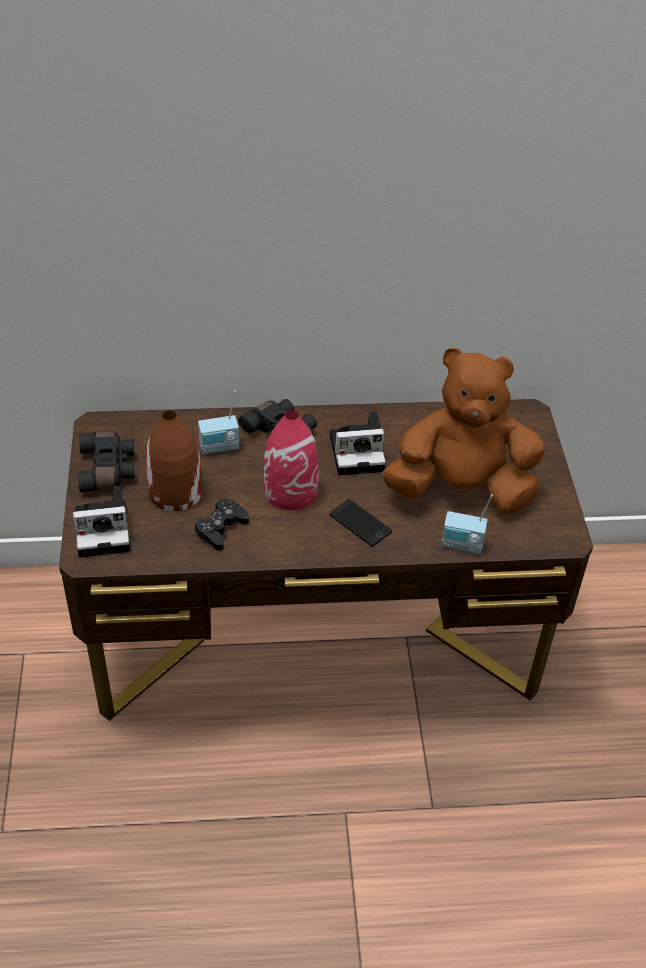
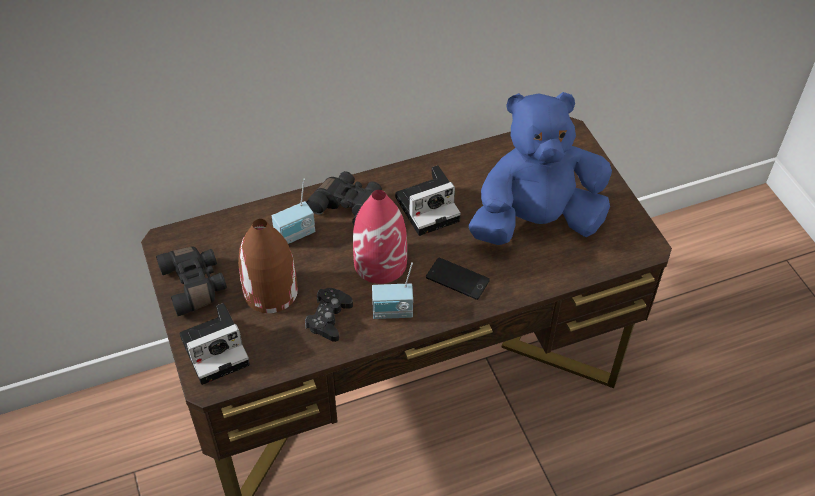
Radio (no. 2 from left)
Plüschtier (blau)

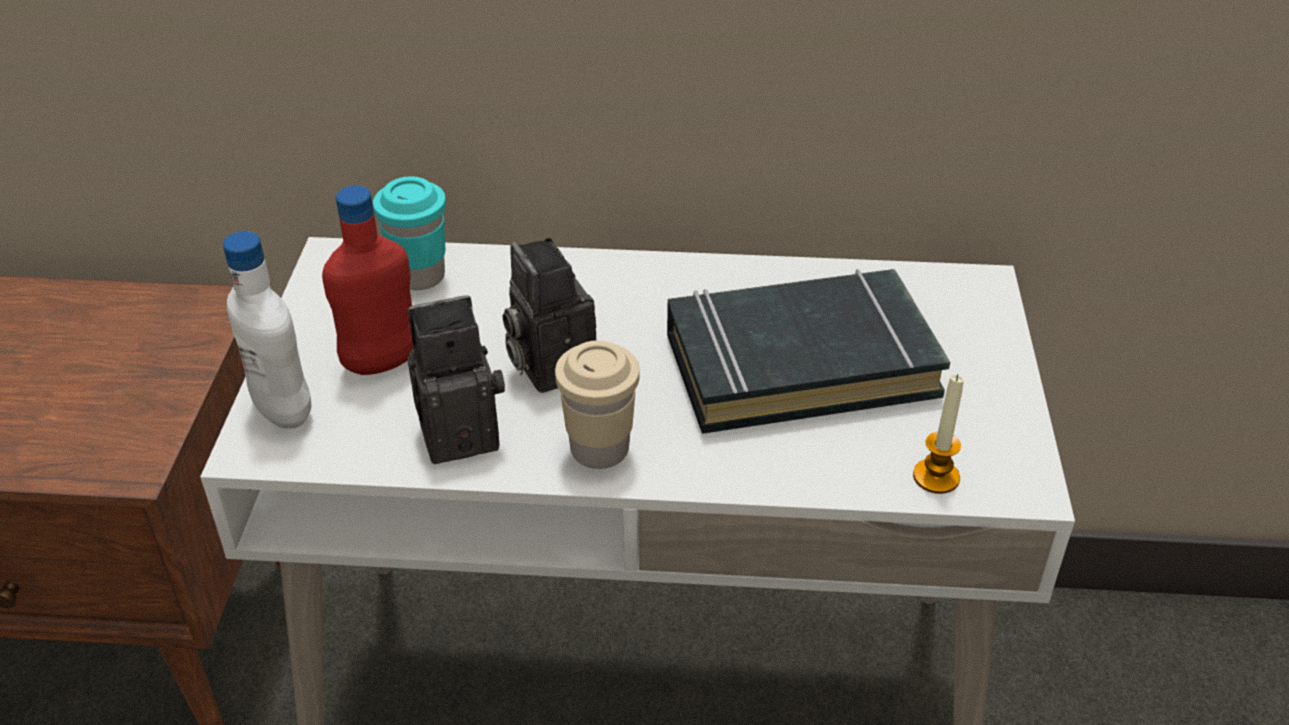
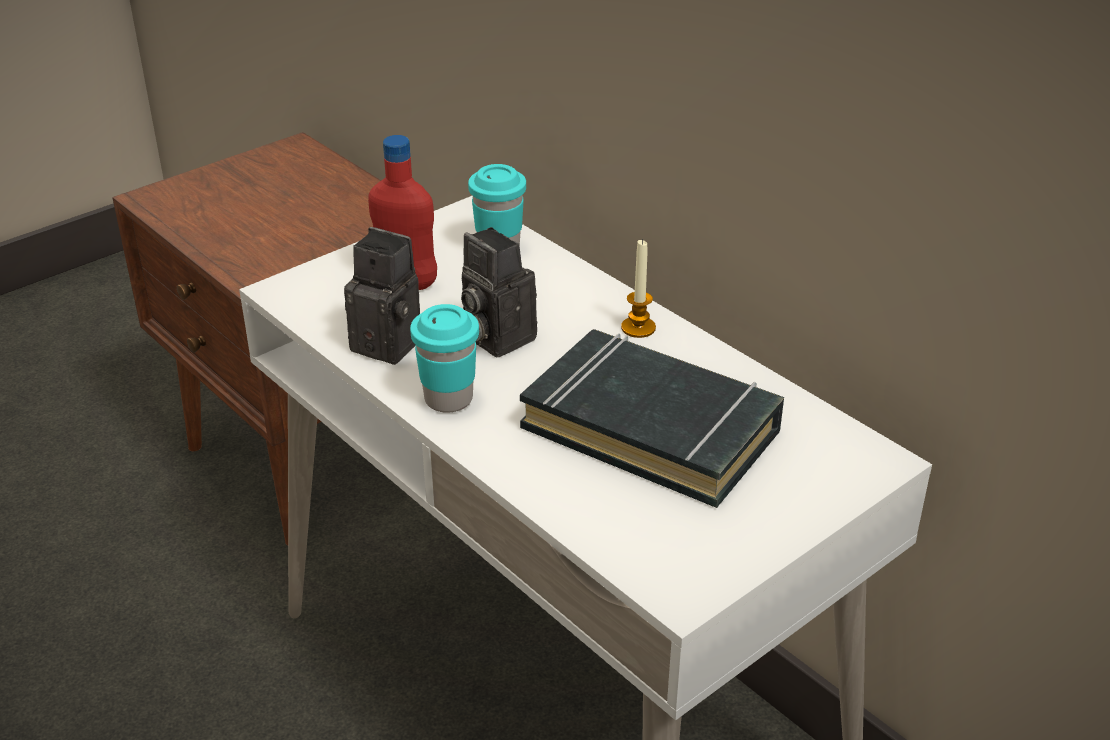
Flasche (weiß)
Kerze
Tasse (türkis) (no. 1 from left)
Kamera (no. 2 from left)

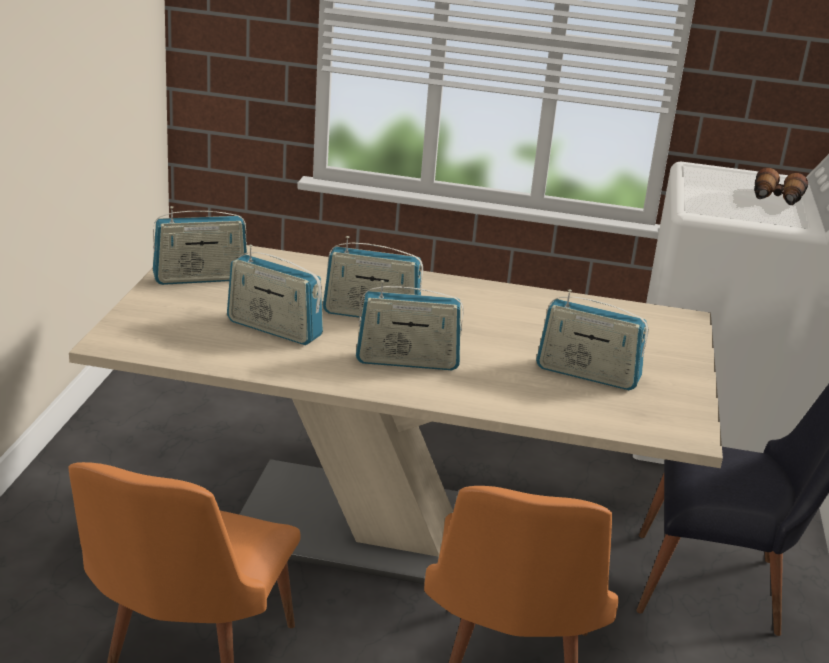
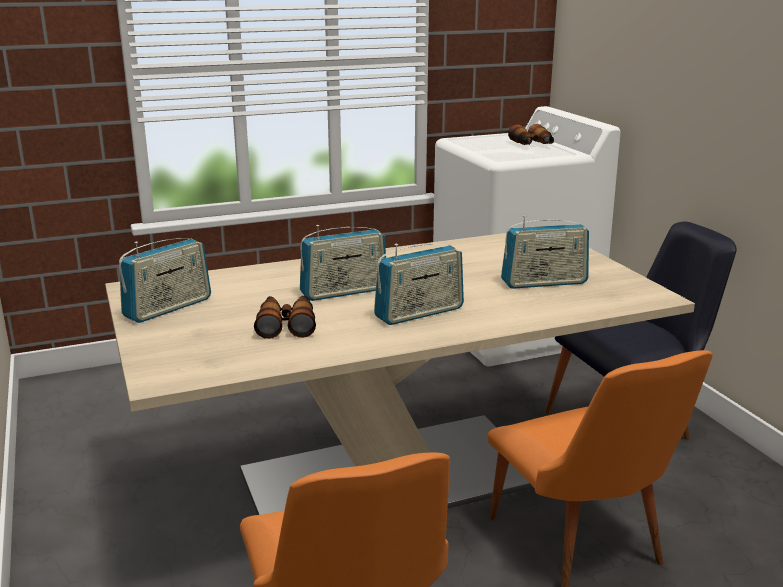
Fernglas (no. 1 from left)

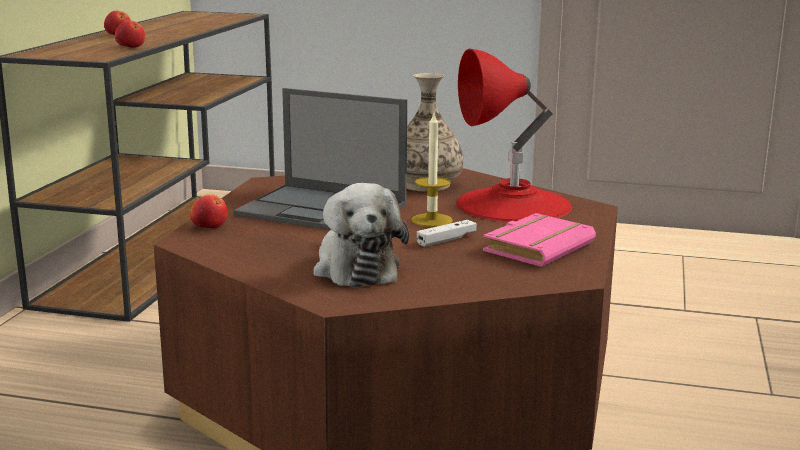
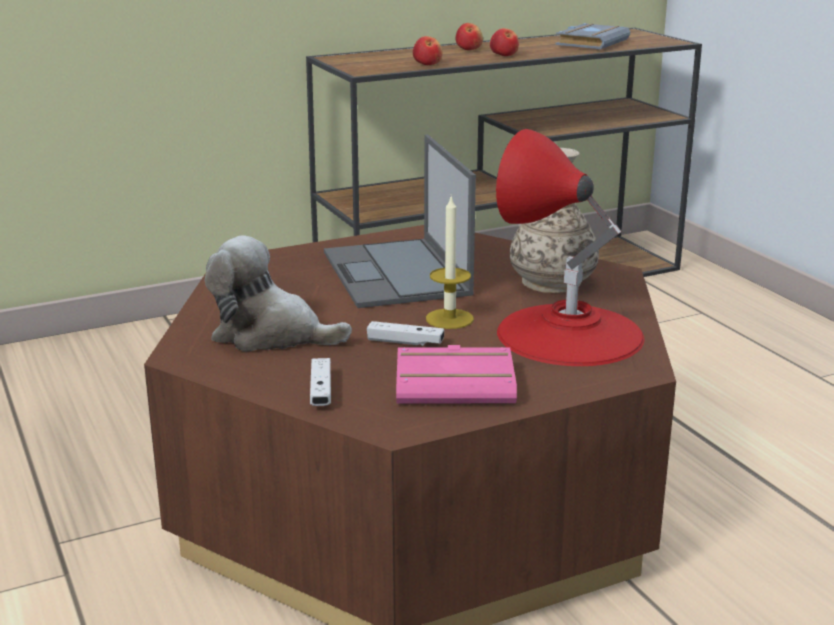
Gamepad (weiß) (no. 1 from left)
Buch (grau)
Apfel (no. 3 from left)
Plüschtier

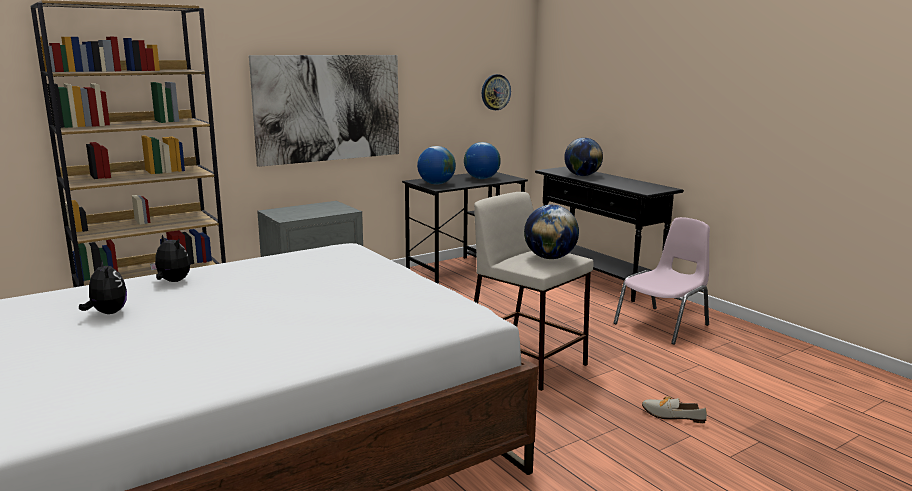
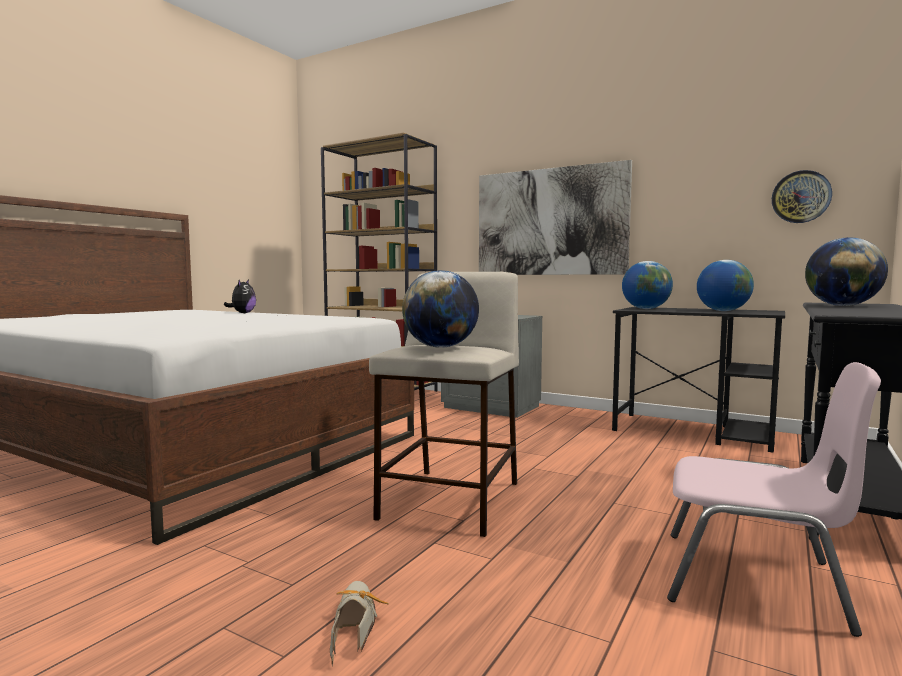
Plüschtier (no. 1 from left in the first image)

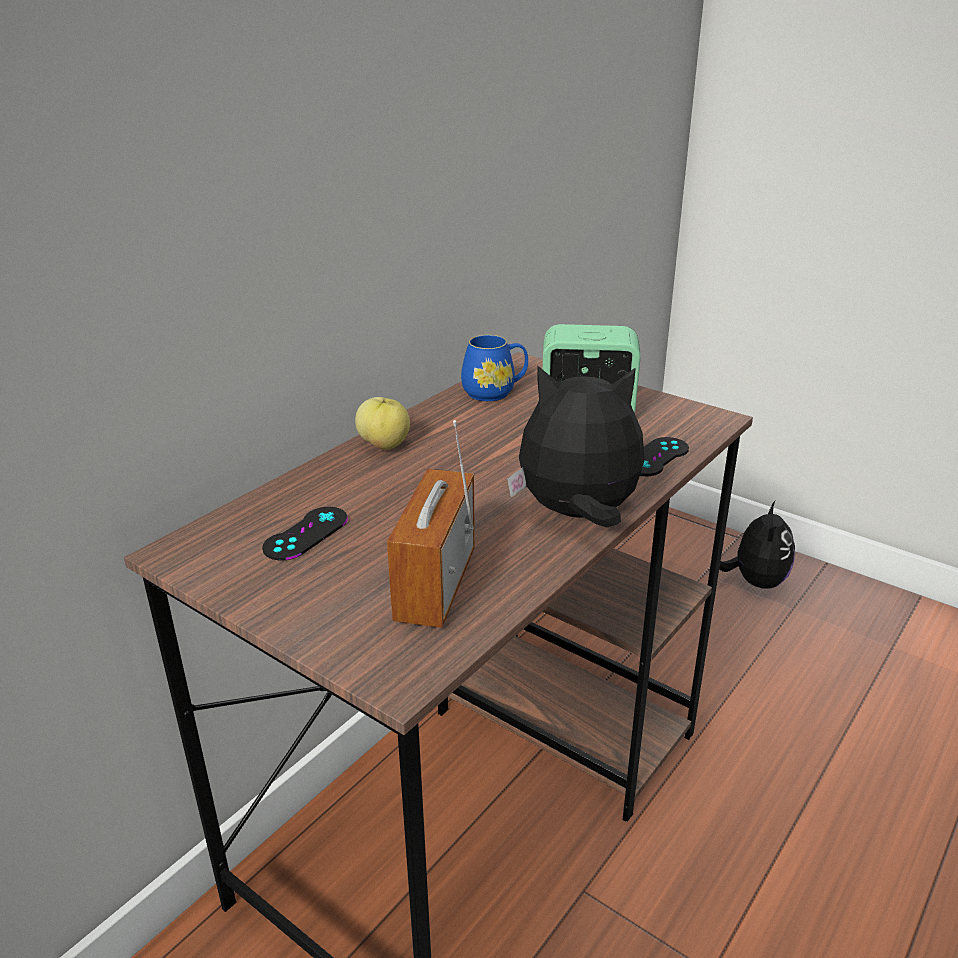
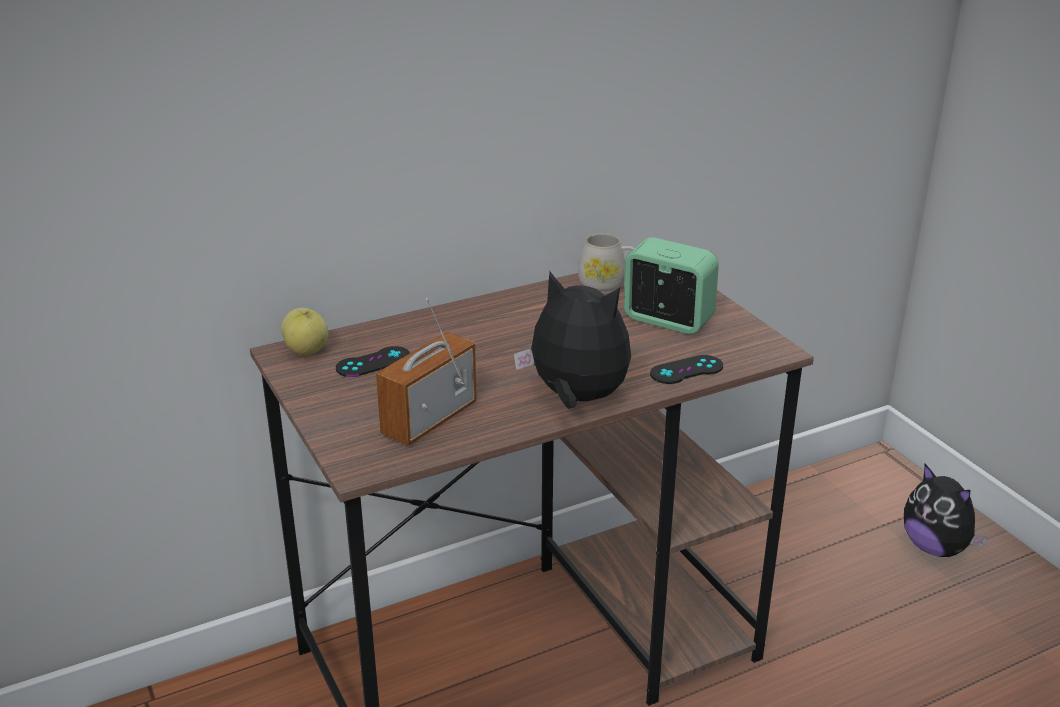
Apfel
Henkelbecher (weiß)
Plüschtier (no. 2 from left)

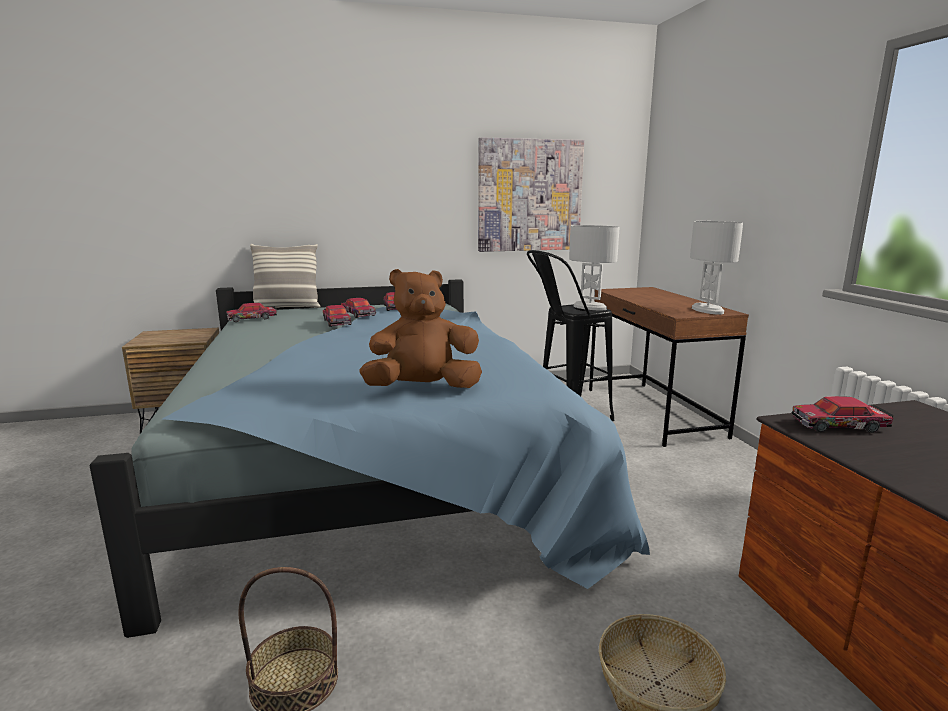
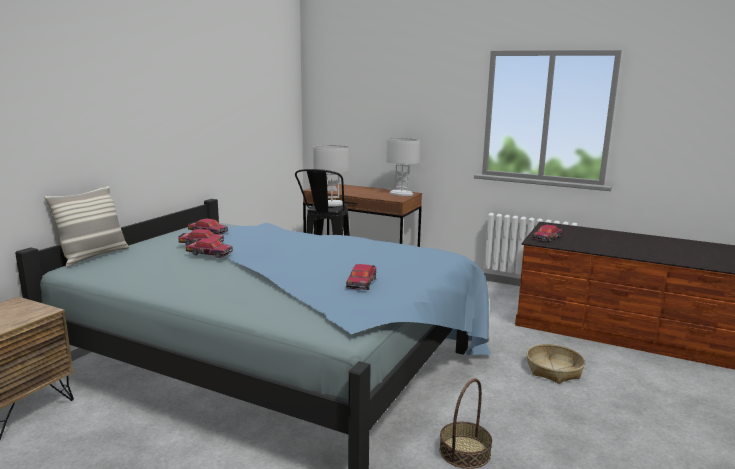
Plüschtier (braun)
Bild
Spielzeugauto (no. 4 from left)

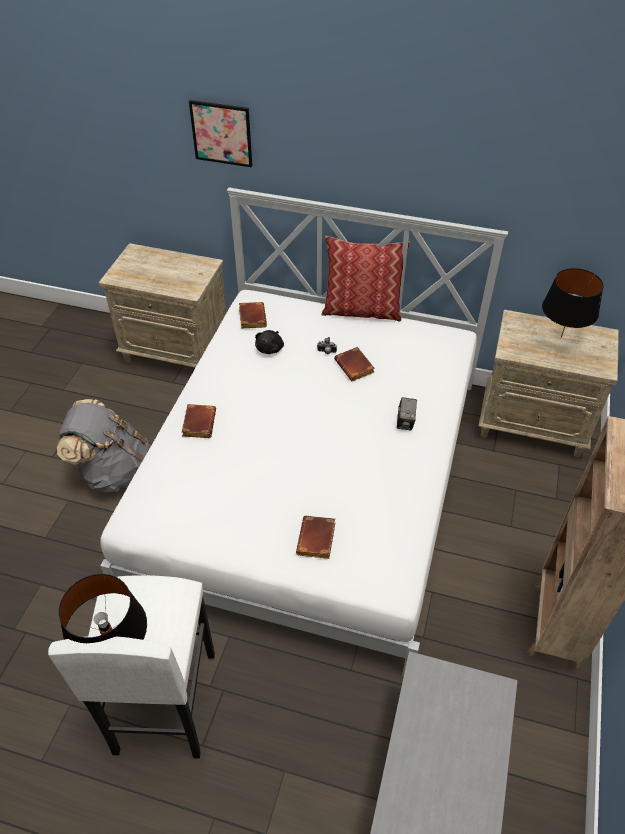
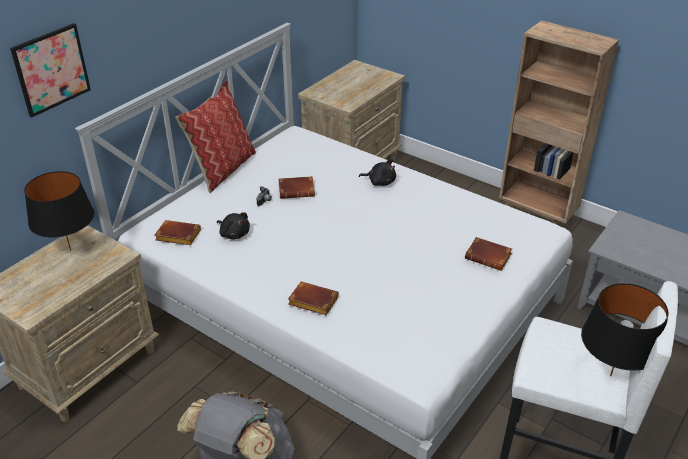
Tischlampe (schwarz) (no. 1 from left)
Plüschtier (schwarz) (no. 2 from left)

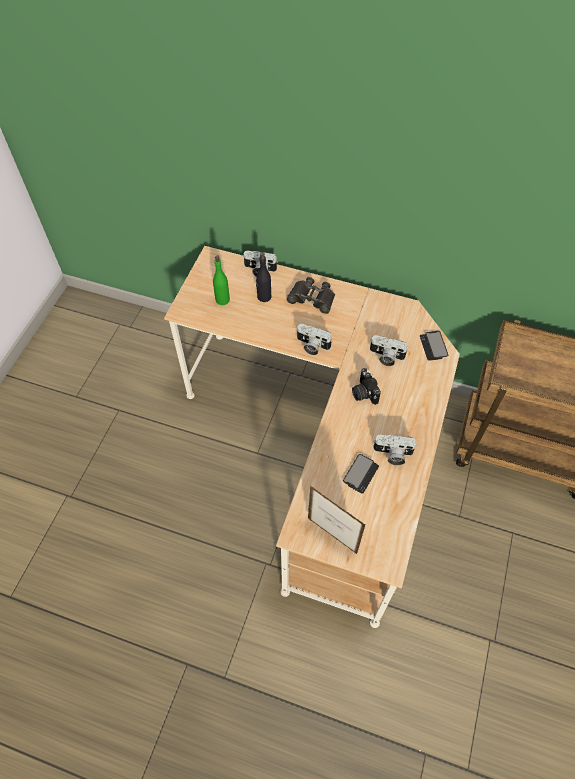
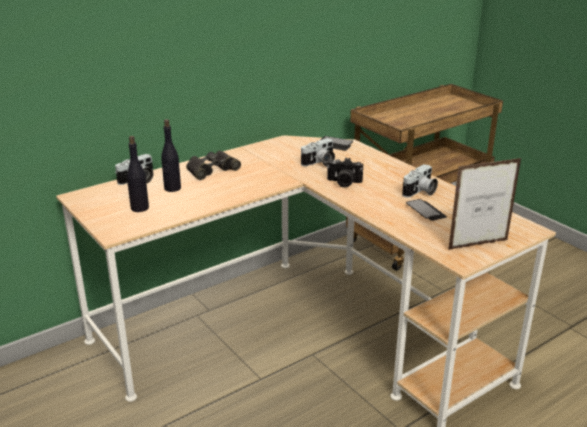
Kamera (no. 2 from left in the first image)
Flasche (schwarz) (no. 1 from left)

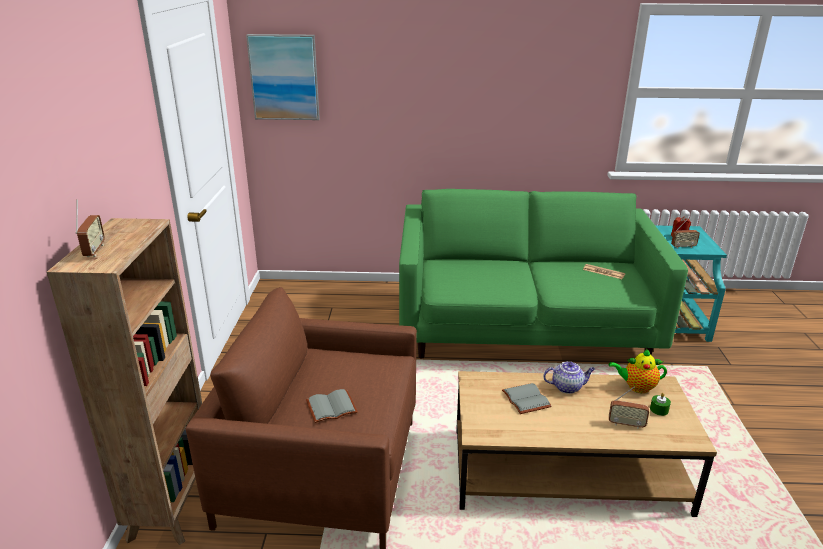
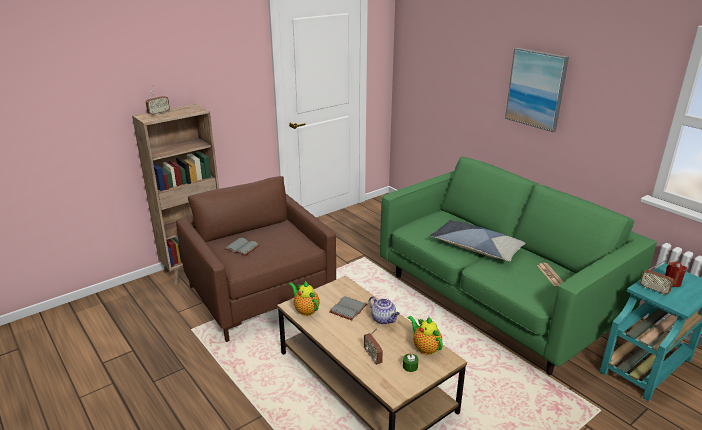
Teekanne (no. 1 from left)
Kissen
Bild

